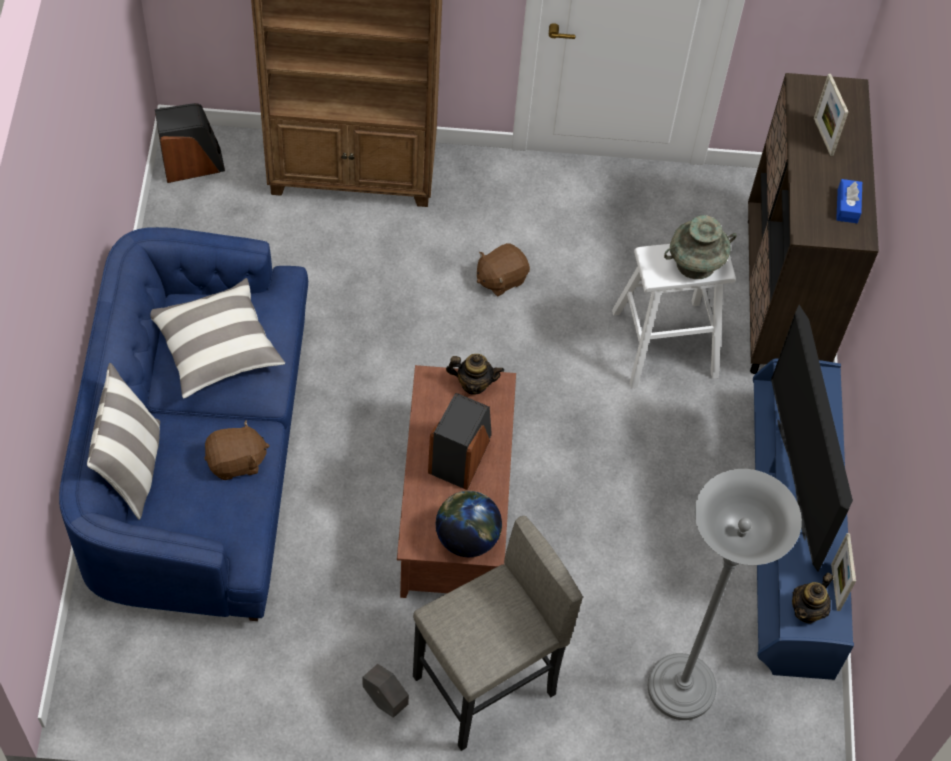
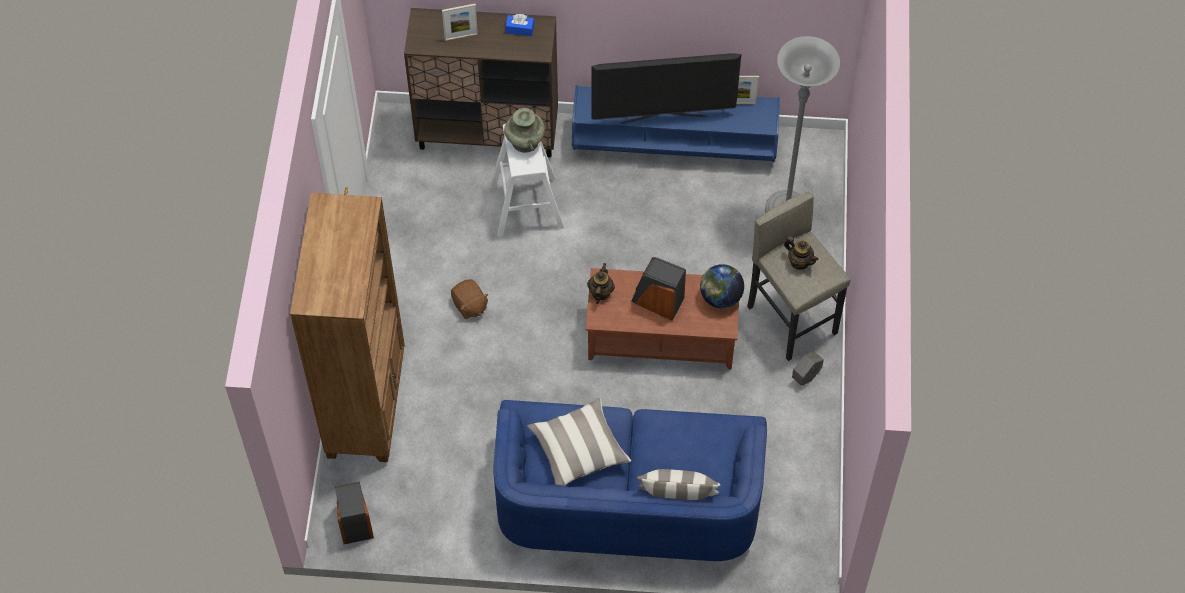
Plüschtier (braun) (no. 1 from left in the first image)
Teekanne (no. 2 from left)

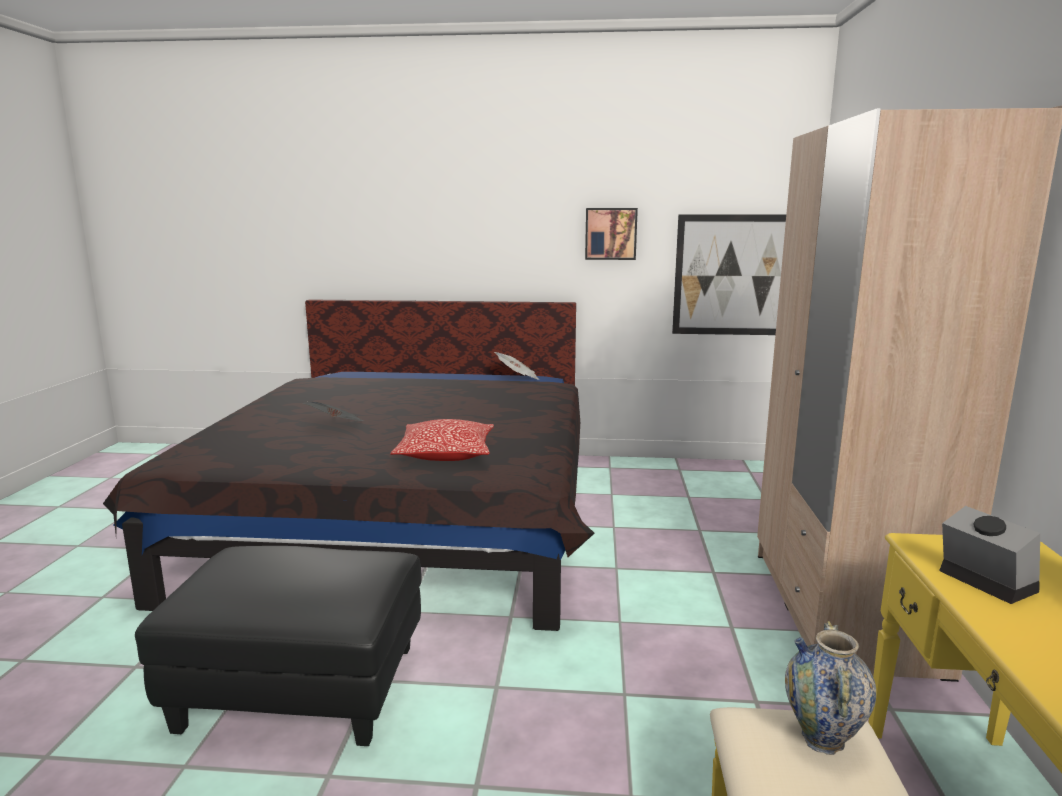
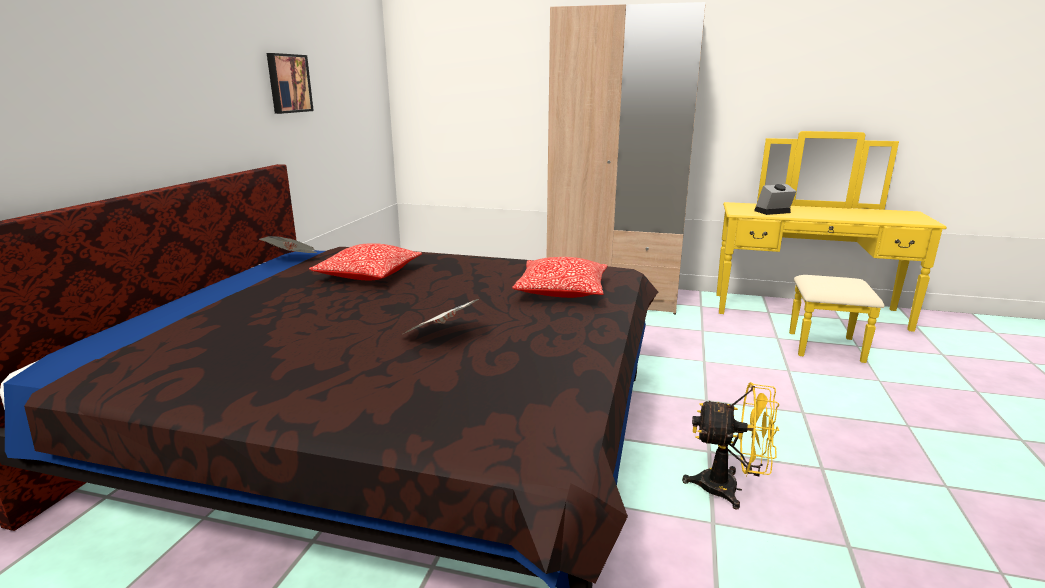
Bild (no. 2 from left in the first image)
Vase
Kissen (no. 1 from left)
Ventilator (gelb)

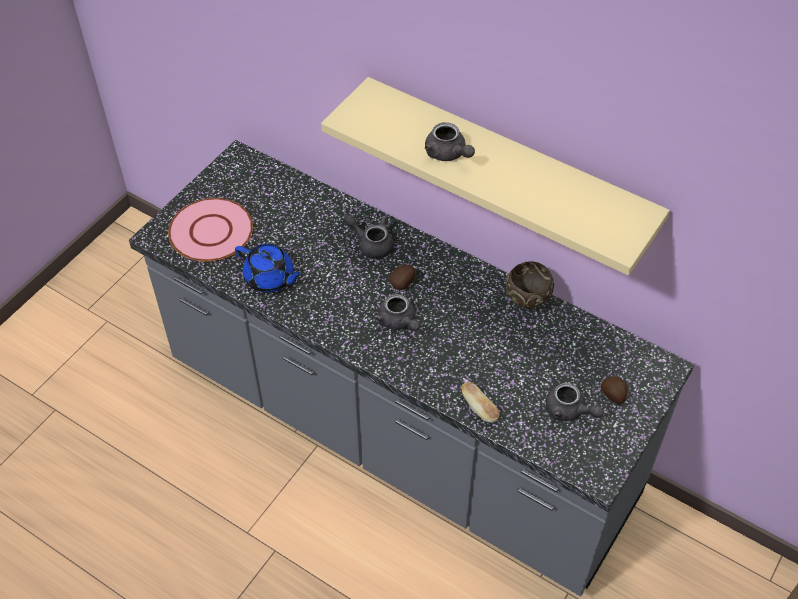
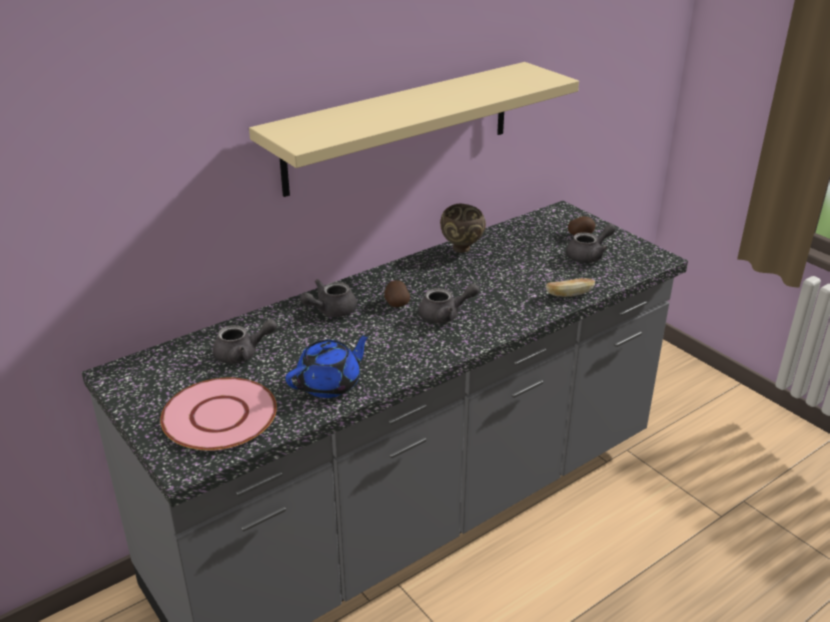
Teekanne (grau) (no. 1 from left)

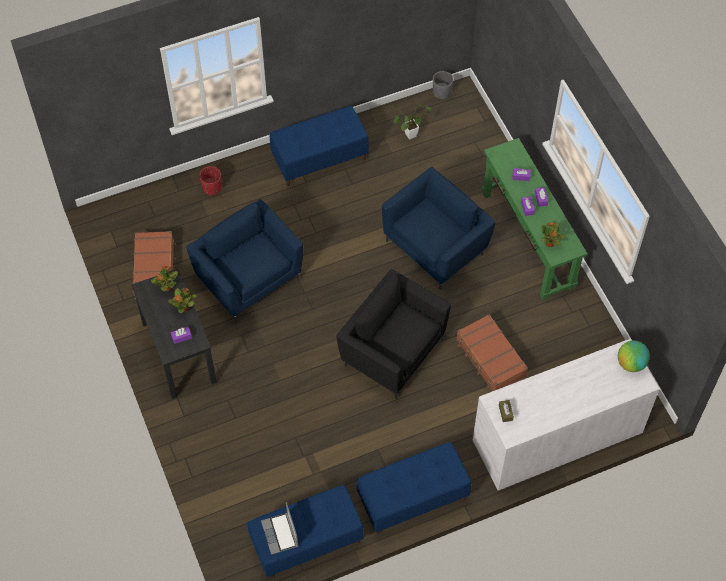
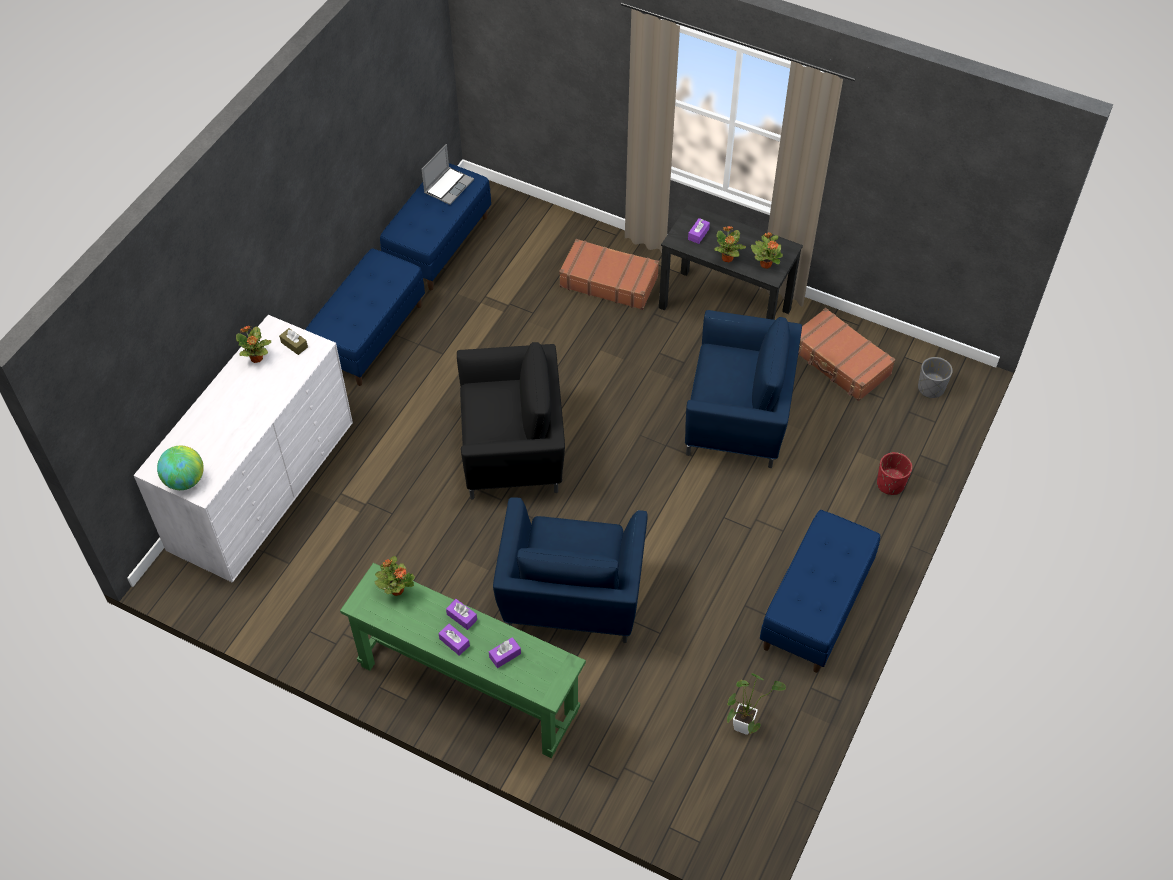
Topfpflanze (no. 1 from left)
Pflanzkübel (grau)
Koffer (braun) (no. 1 from left)
Laptop

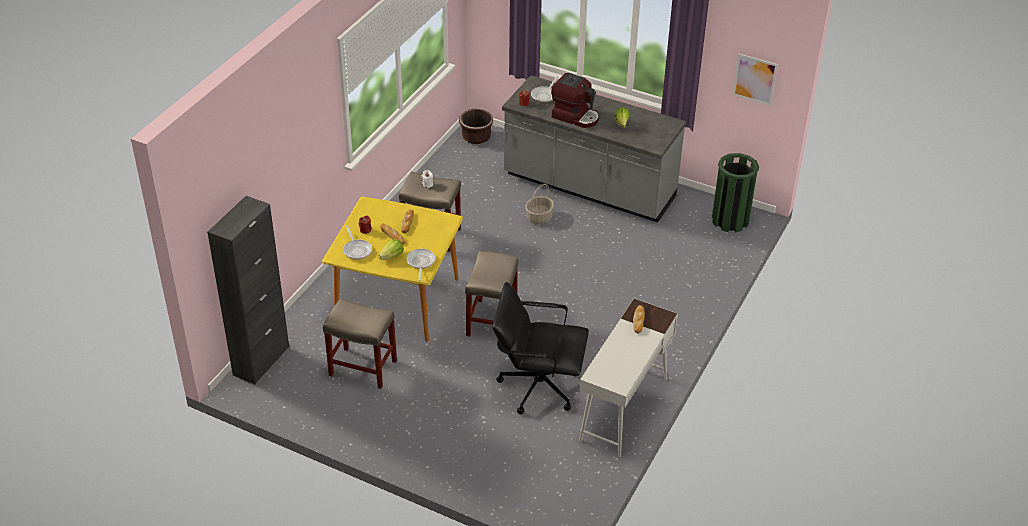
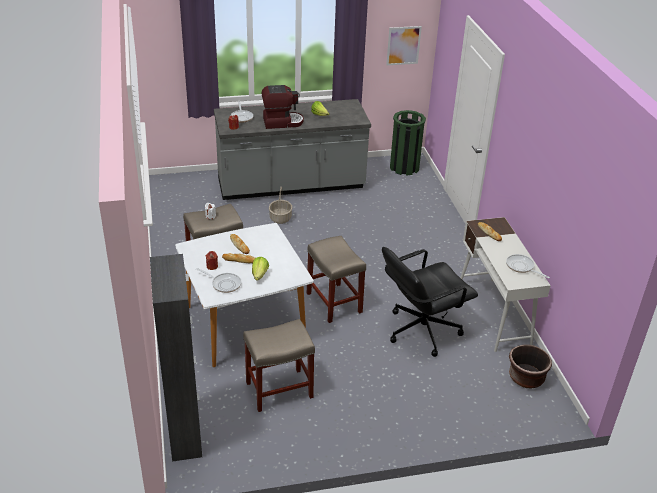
Pfanne (no. 3 from left)
Pflanzkübel (braun)
Esstisch (weiß)

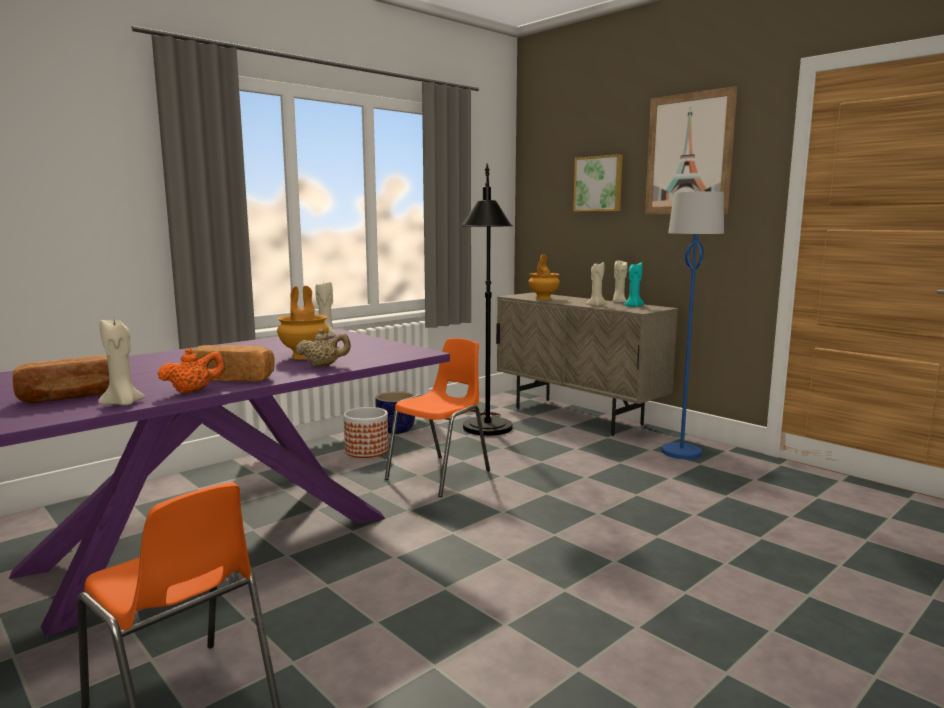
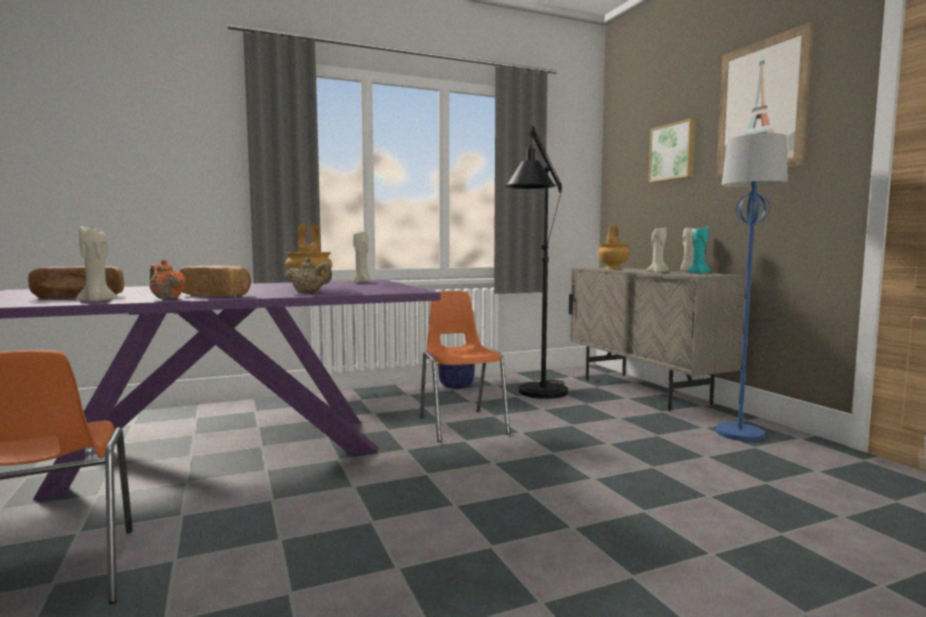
Pflanzkübel (no. 1 from left in the first image)
Teekanne (orange)
Stuhl (orange) (no. 2 from left)

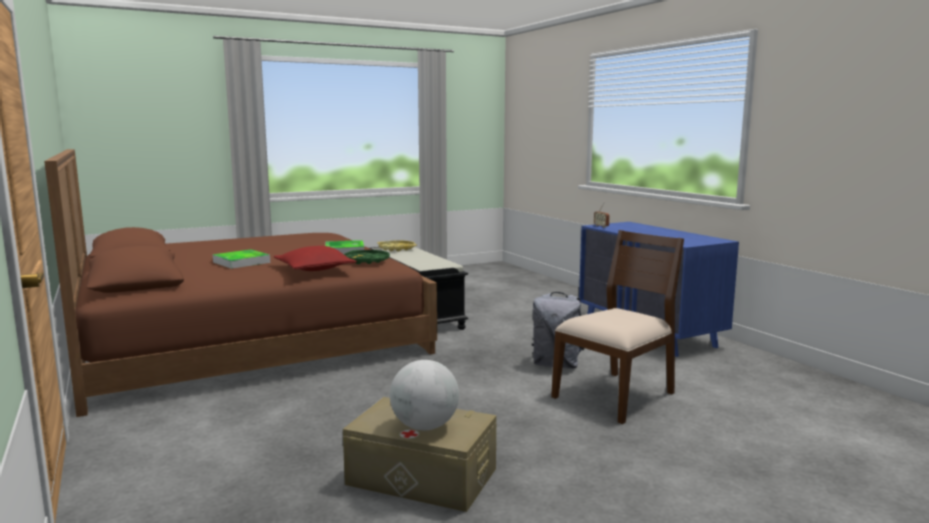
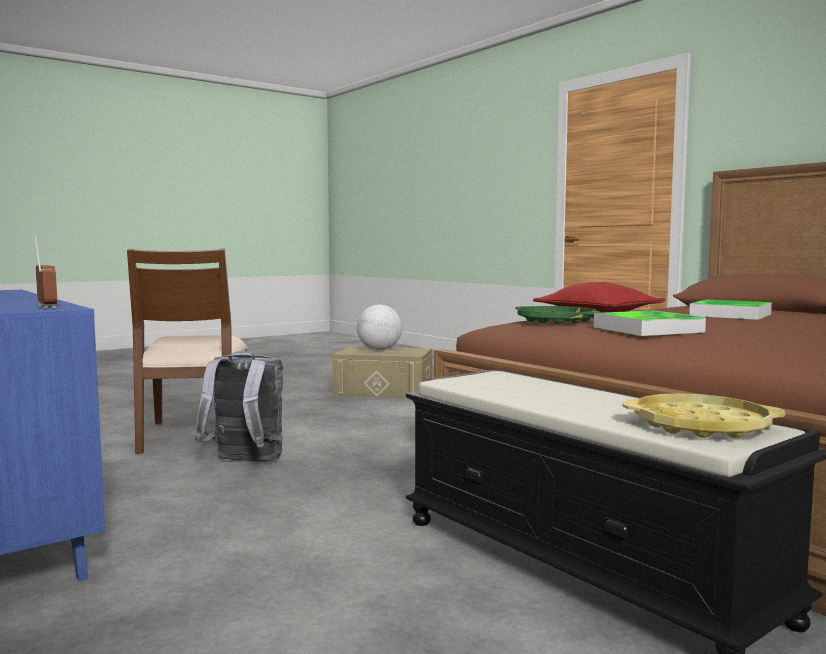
Stuhl (braun)

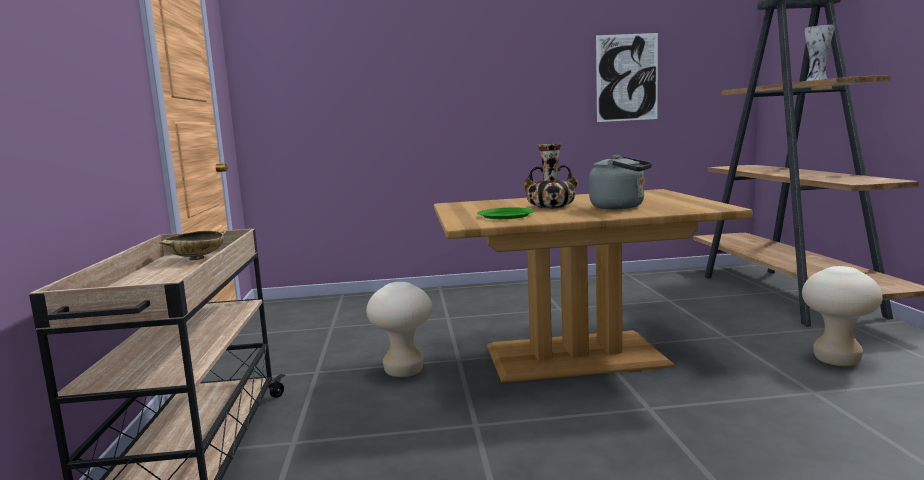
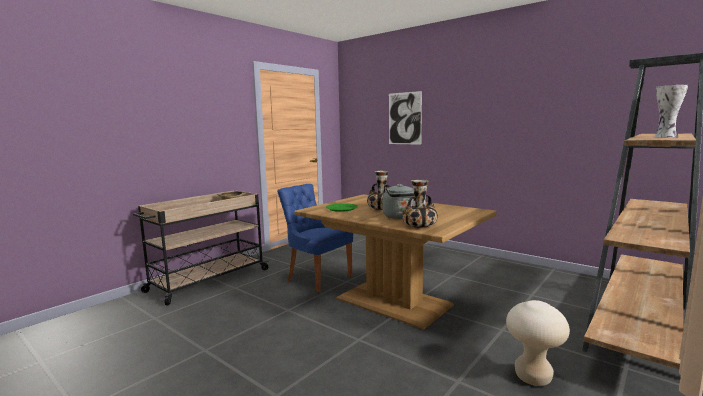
Vase (no. 2 from left)
Bild
Stuhl (blau)

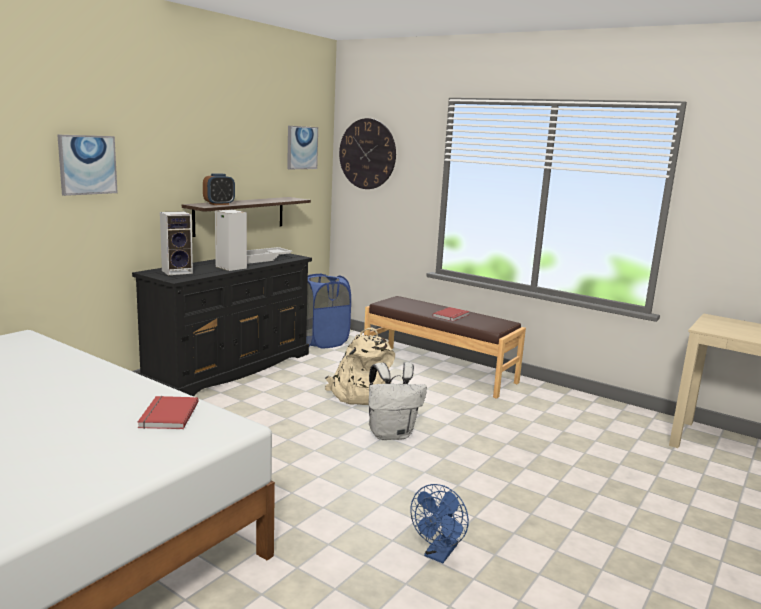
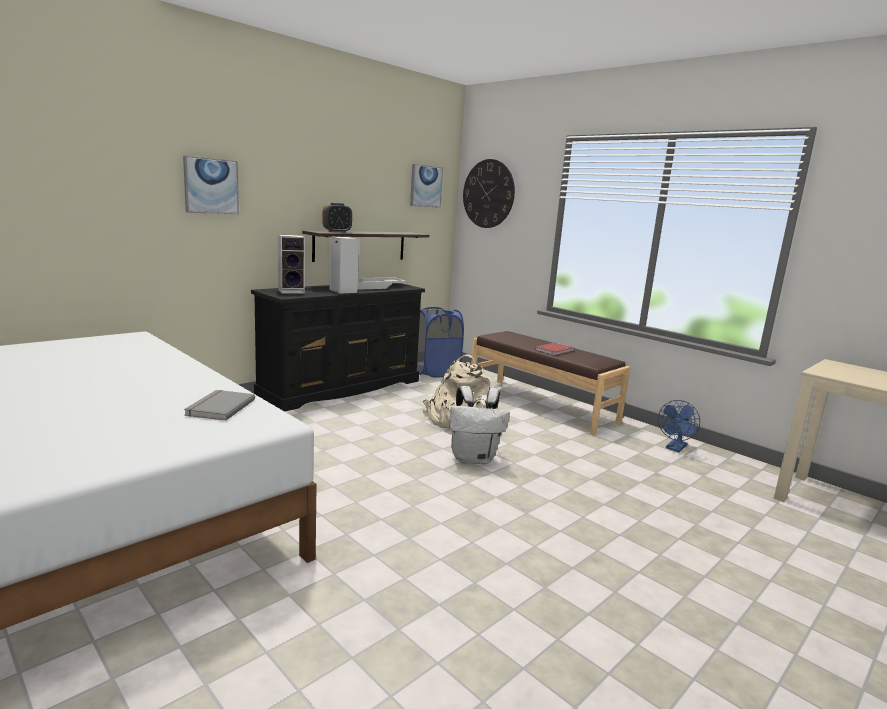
Ventilator (blau)
Buch (grau)

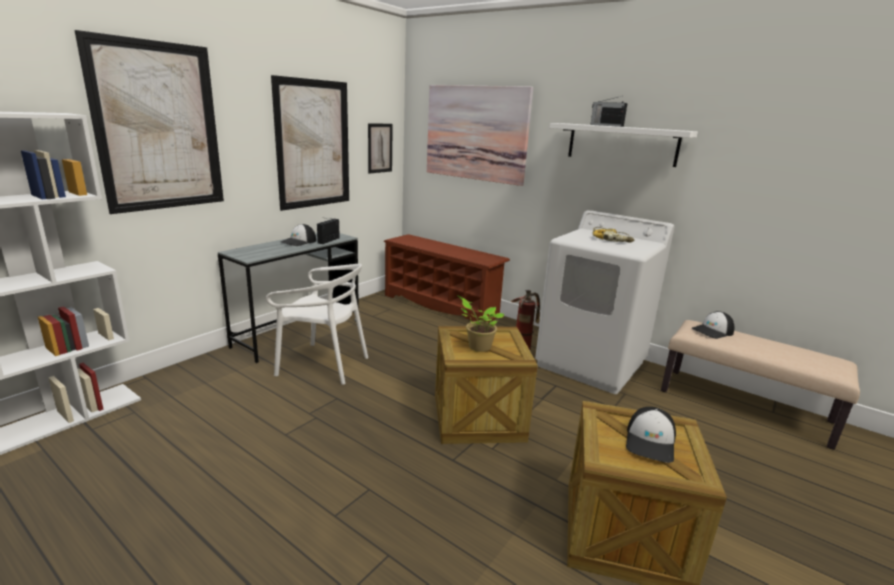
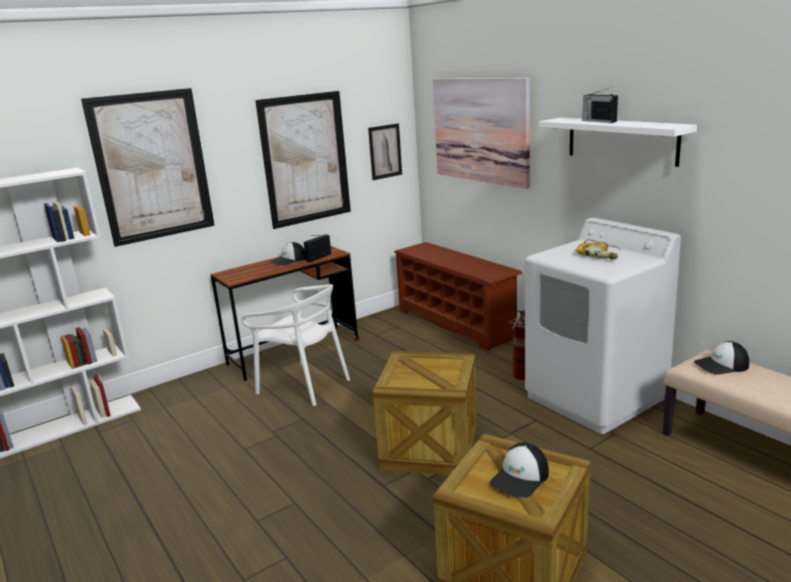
Topfpflanze
Schreibtisch (braun)

